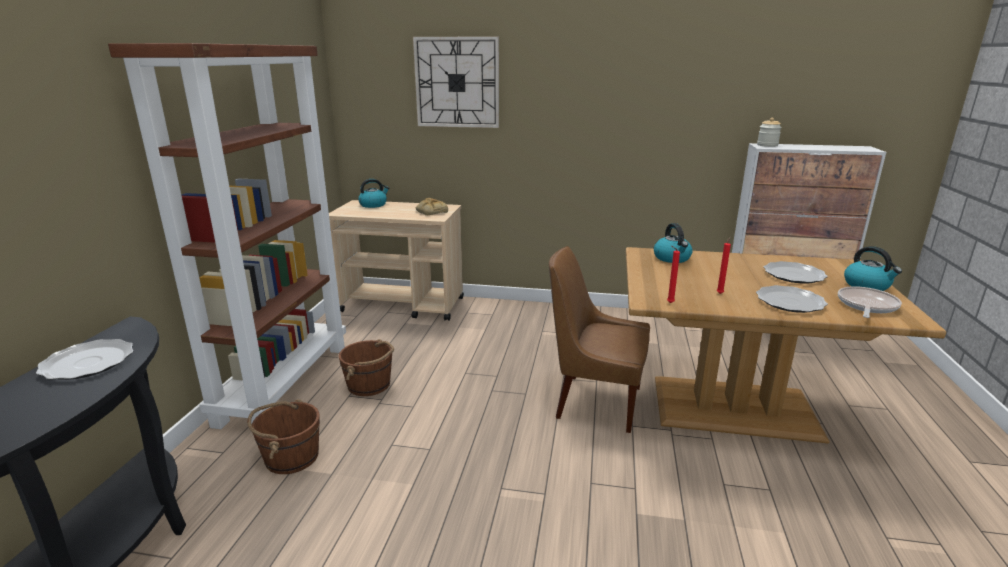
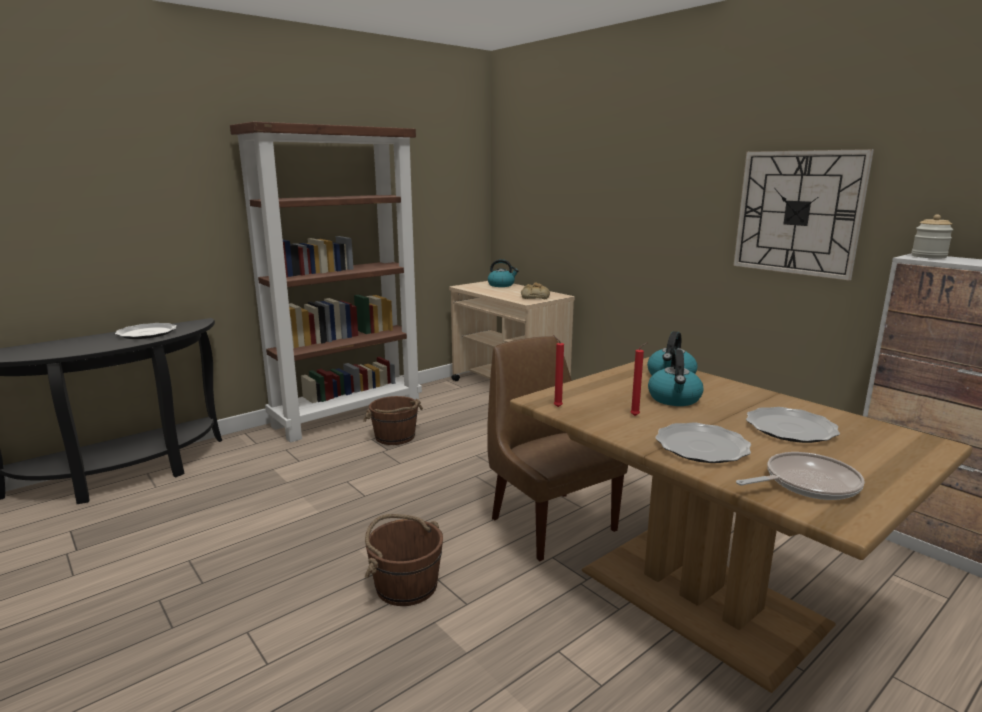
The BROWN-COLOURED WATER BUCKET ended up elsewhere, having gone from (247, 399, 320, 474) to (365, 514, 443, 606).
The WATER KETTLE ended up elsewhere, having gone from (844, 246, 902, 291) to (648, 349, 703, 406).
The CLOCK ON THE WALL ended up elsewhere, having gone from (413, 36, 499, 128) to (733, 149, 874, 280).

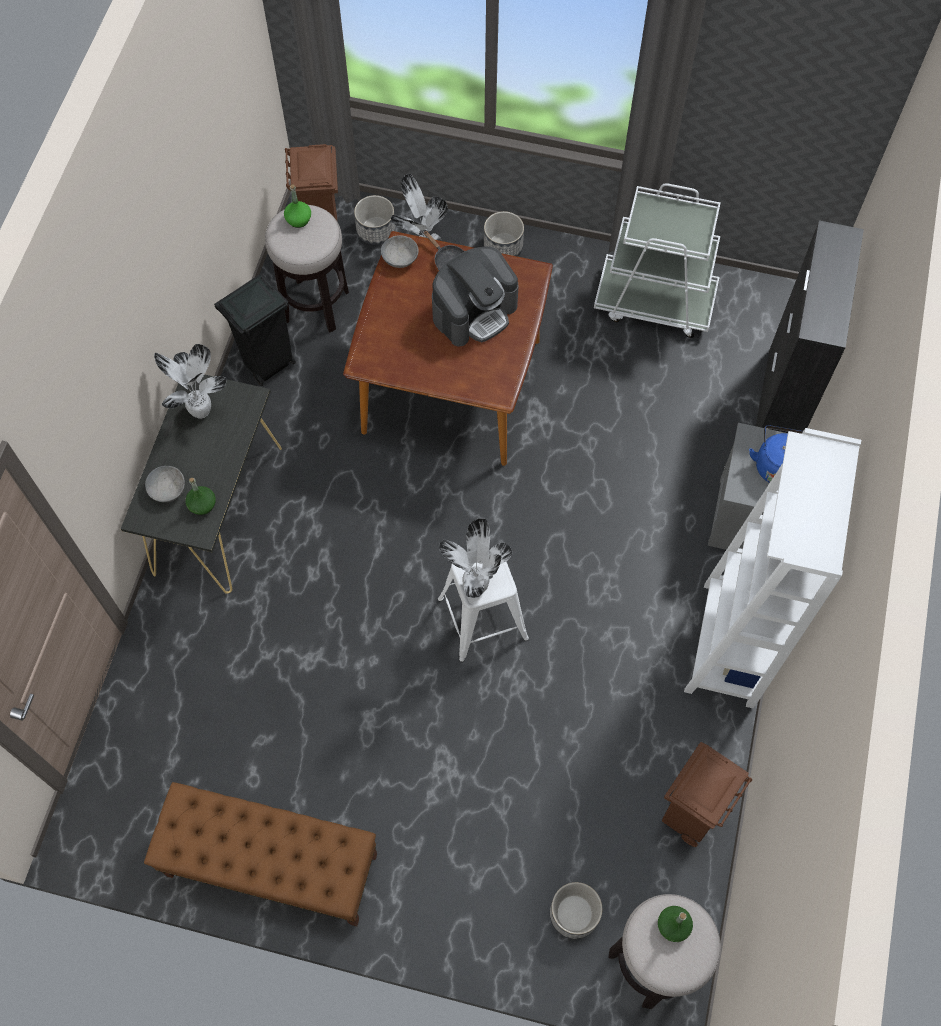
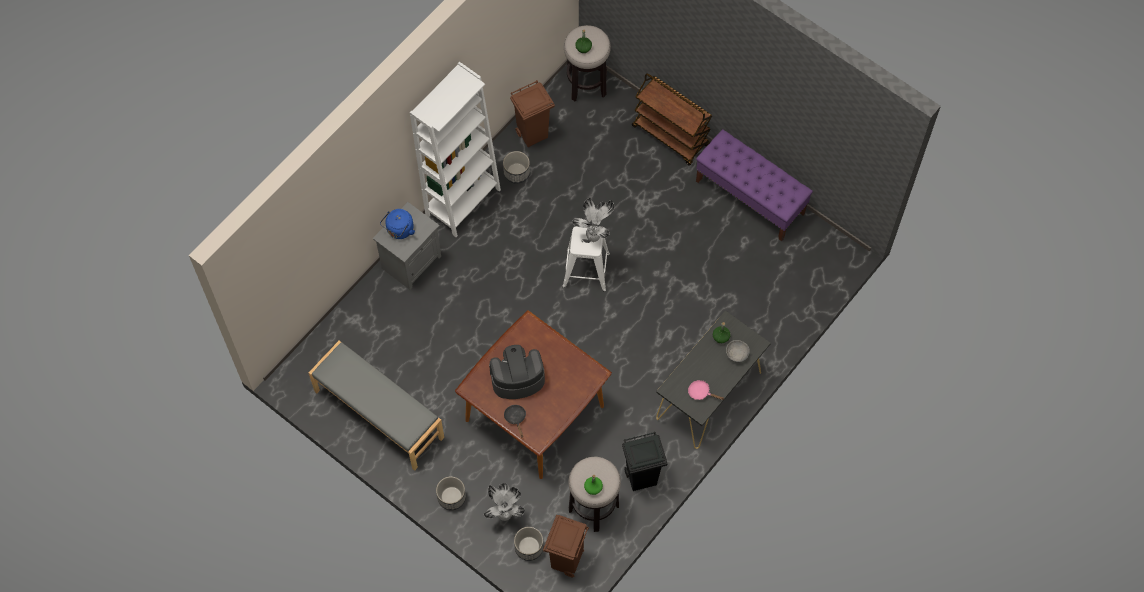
Where the WHITE-COLOURED WHEELED CART stood at (594, 183, 721, 338), the GREYISH BENCH came to stand at (309, 341, 444, 471).
The PLANTER ended up elsewhere, having gone from (550, 882, 602, 939) to (503, 151, 530, 184).
The second view gained the BROWN-COLOURED WHEELED CART at (632, 73, 712, 165).
Where the POTTED PLANT stood at (154, 344, 226, 418), the PINK FRYING PAN came to stand at (688, 380, 724, 400).
What was the BROWN-COLOURED BENCH at (144, 782, 377, 926) turned into the PURPLISH BENCH at (696, 129, 813, 241).
The second view lost the GREYISH SERVING BOWL at (381, 235, 419, 268).
The second view lost the BLACKISH CUPBOARD at (756, 220, 864, 433).

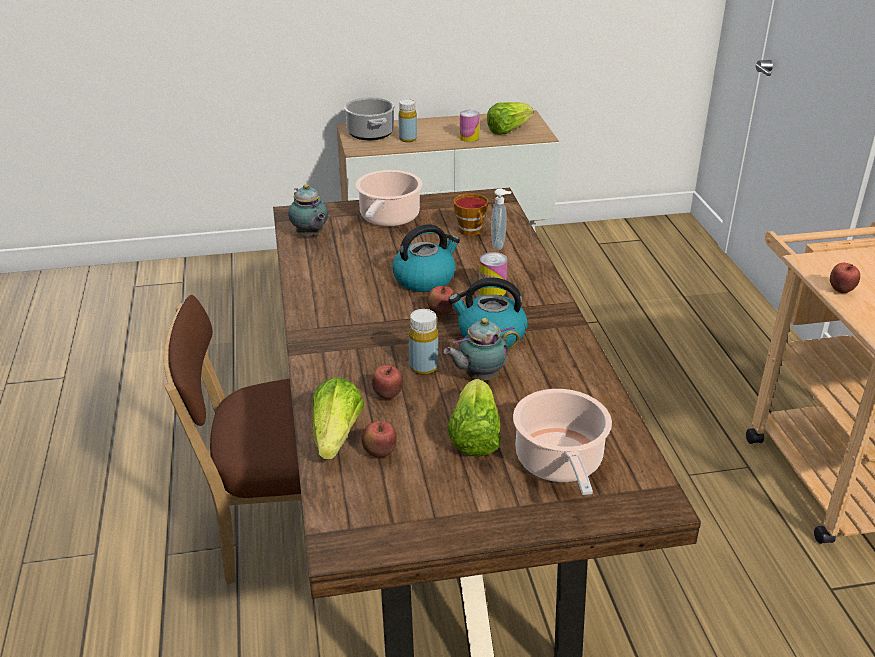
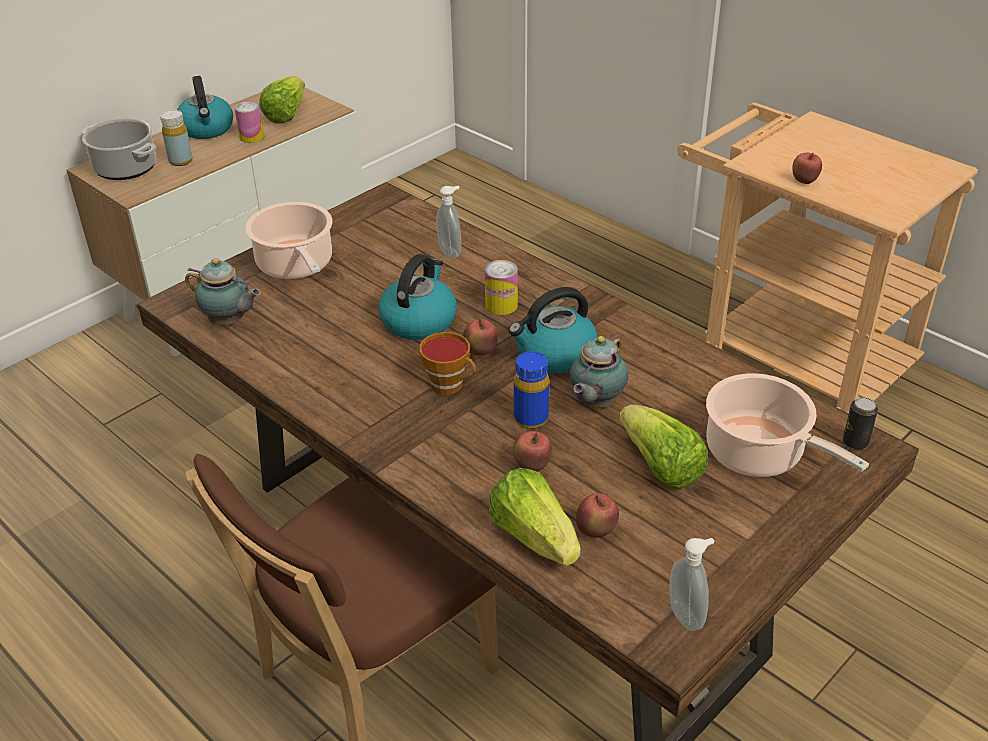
The second view gained the WATER KETTLE at (177, 76, 233, 139).
The SMALL CUP ended up elsewhere, having gone from (453, 193, 489, 236) to (419, 332, 476, 395).
What was the YELLOW BOTTLE at (409, 309, 438, 375) turned into the BLUE-COLOURED BOTTLE at (514, 351, 549, 429).
The second view gained the LIQUID SOAP BOTTLE at (669, 538, 715, 631).
The second view gained the CAN at (843, 397, 878, 450).

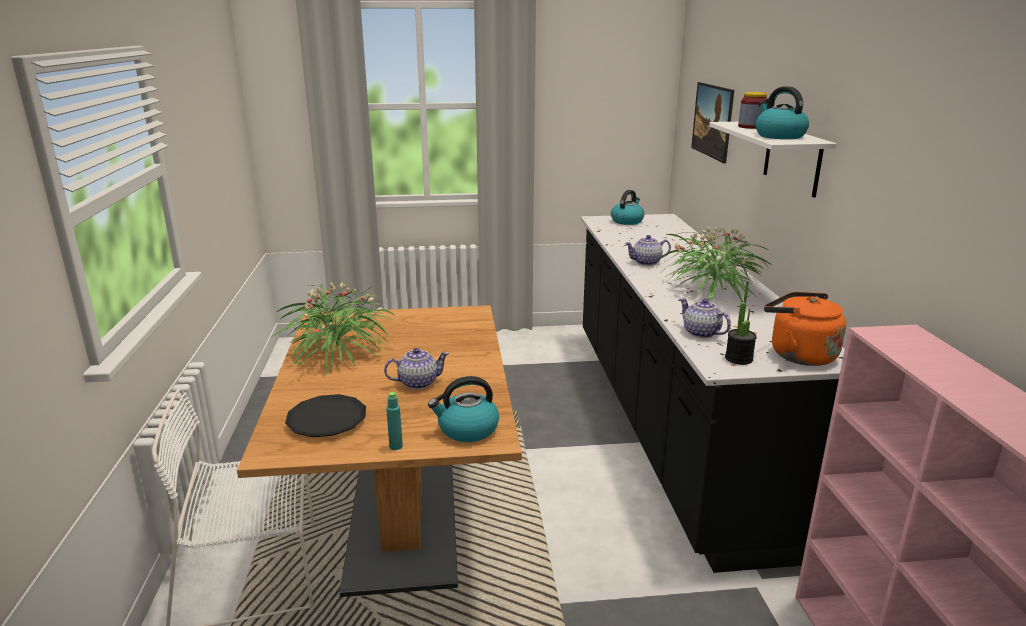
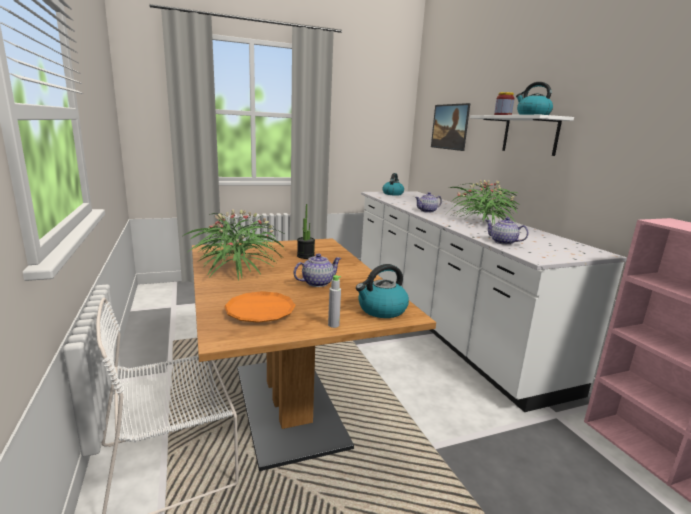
What was the BLACKISH FLAT DISH at (285, 394, 366, 437) turned into the ORANGE FLAT DISH at (224, 291, 296, 323).
The POTTED PLANT ended up elsewhere, having gone from (725, 281, 757, 365) to (297, 204, 315, 259).
What was the TURQUOISE BOTTLE at (386, 392, 403, 450) turned into the GREYISH BOTTLE at (328, 275, 341, 328).
What was the BLACKISH KITCHEN COUNTER at (581, 214, 845, 573) turned into the WHITE-COLOURED KITCHEN COUNTER at (361, 191, 627, 412).
The second view lost the ORANGE WATER KETTLE at (764, 292, 846, 366).

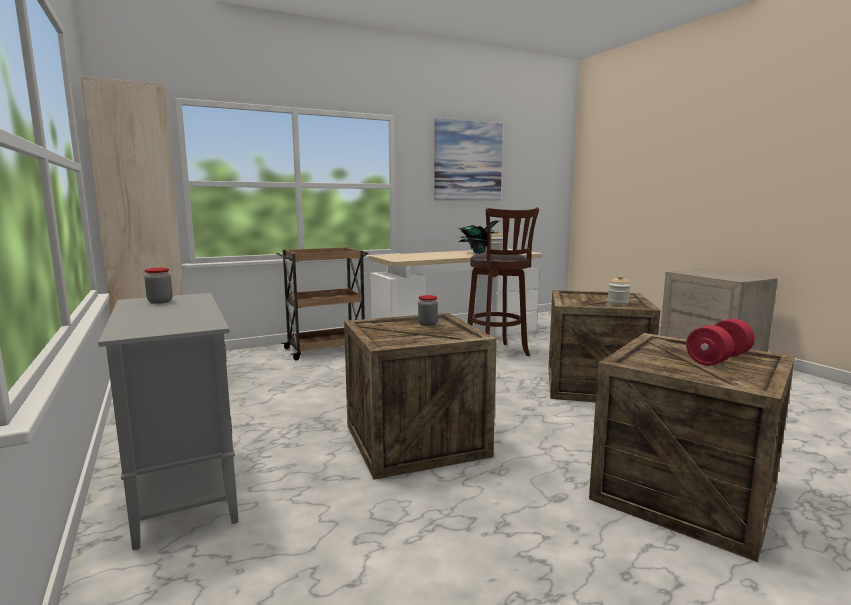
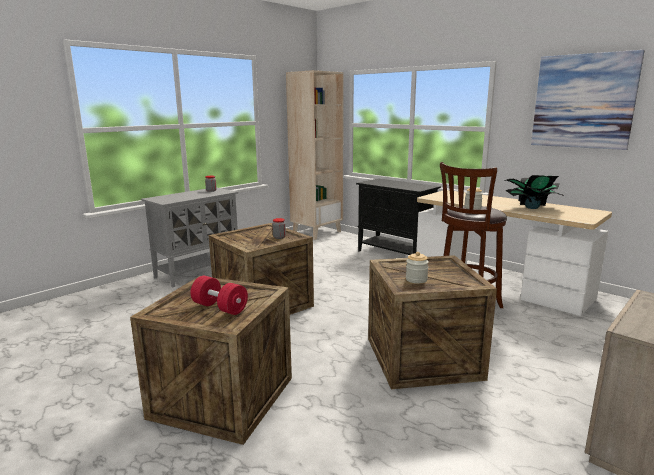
Where the BROWN-COLOURED WHEELED CART stood at (276, 247, 369, 360), the BLACKISH CUPBOARD came to stand at (356, 179, 441, 255).

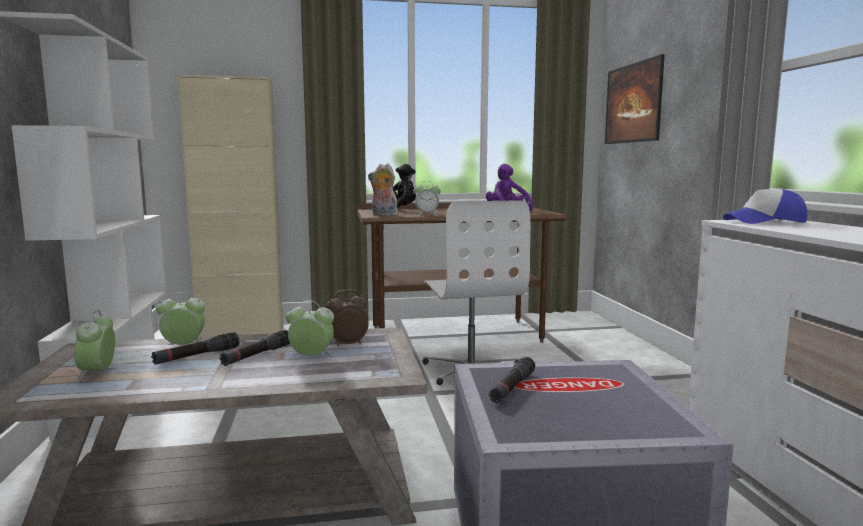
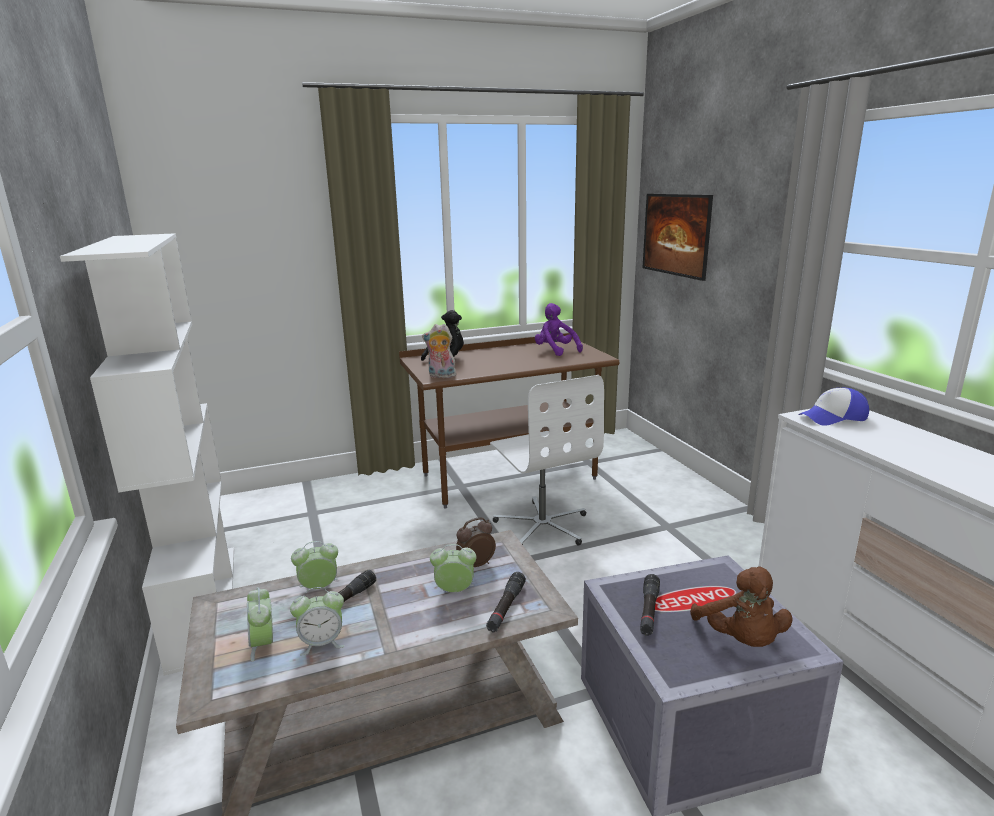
The BEDSIDE CLOCK ended up elsewhere, having gone from (413, 181, 441, 216) to (290, 587, 345, 655).
The BLACKISH FLASHLIGHT ended up elsewhere, having gone from (219, 330, 290, 366) to (486, 572, 526, 632).
The second view gained the BROWN-COLOURED CUDDLY TOY at (690, 566, 792, 647).
The second view lost the SAND-COLOURED CUPBOARD at (178, 75, 283, 337).

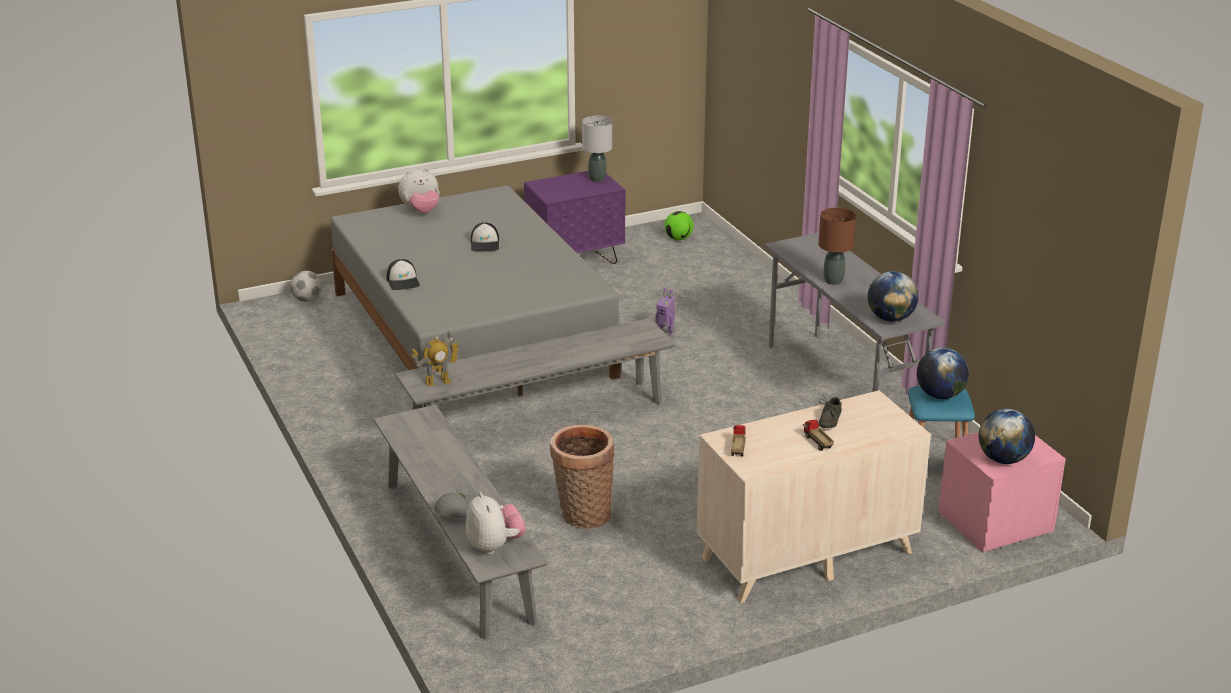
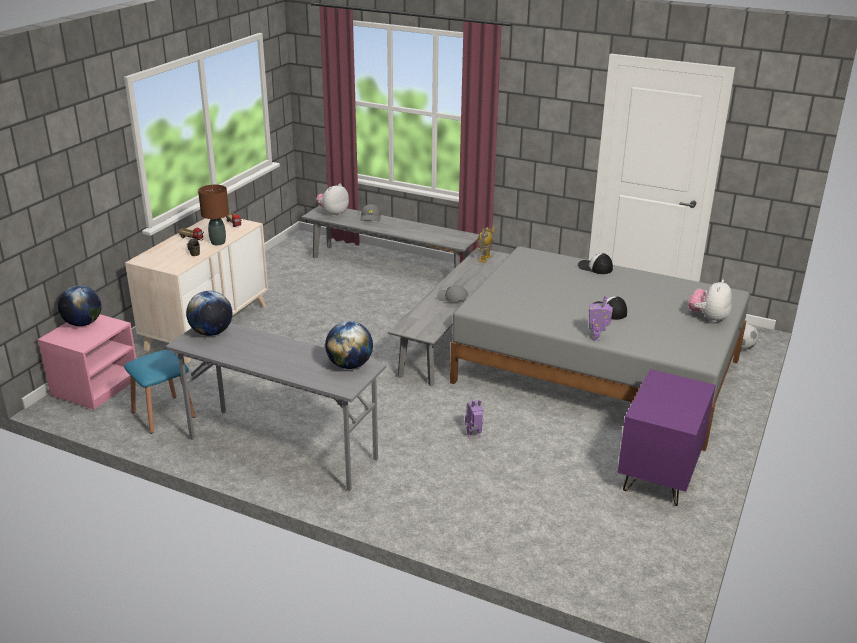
The BROWN-COLOURED LAMP FOR A TABLE ended up elsewhere, having gone from (818, 208, 856, 285) to (198, 185, 229, 245).
The CUDDLY TOY at (466, 492, 526, 555) ended up facing another way, 105 degrees clockwise from before.
The DESK GLOBE ended up elsewhere, having gone from (917, 348, 969, 399) to (325, 321, 373, 369).
The second view gained the GREYISH CAP at (437, 285, 468, 302).
The second view gained the MODEL ROBOT at (589, 296, 613, 341).
The second view lost the STORAGE BASKET at (550, 425, 614, 529).
The second view lost the GREYISH LAMP FOR A TABLE at (582, 116, 612, 182).
The second view lost the BALL FOR FOOTBALL at (664, 211, 694, 240).

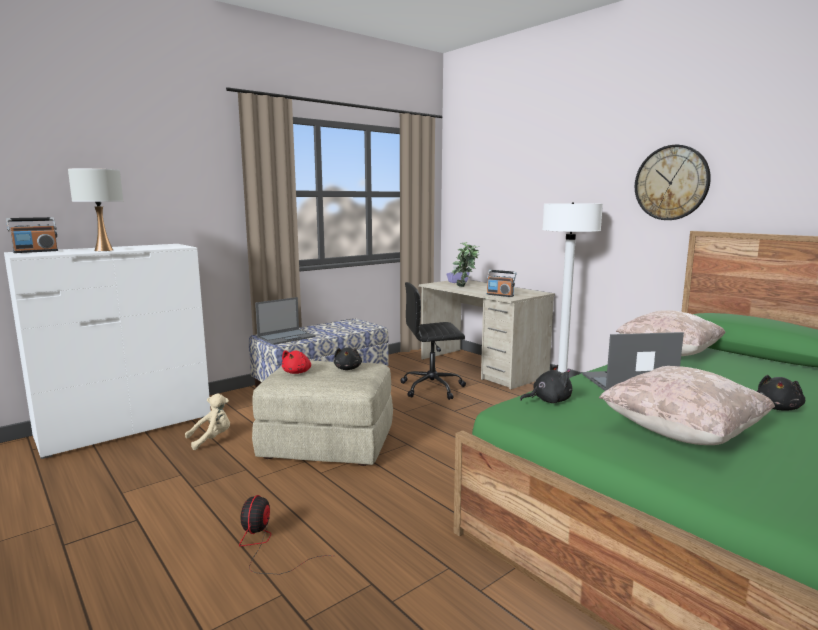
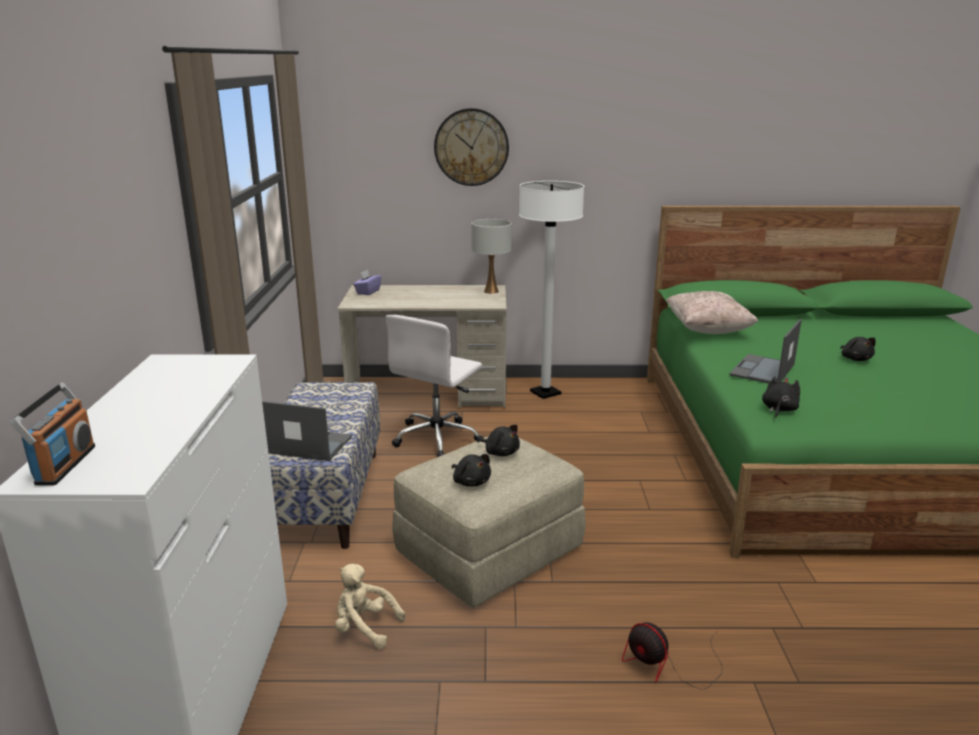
The PORTABLE COMPUTER at (255, 297, 316, 345) ended up facing another way, 75 degrees counterclockwise from before.
The SAND-COLOURED CUDDLY TOY at (185, 393, 230, 450) ended up facing another way, 75 degrees counterclockwise from before.
What was the BLACKISH OFFICE CHAIR at (400, 282, 466, 400) turned into the WHITE-COLOURED OFFICE CHAIR at (386, 315, 483, 457).
The CLOCK ON THE WALL ended up elsewhere, having gone from (635, 145, 711, 220) to (434, 108, 509, 186).
What was the REDDISH CUDDLY TOY at (282, 350, 311, 374) turned into the BLACKISH CUDDLY TOY at (452, 454, 491, 487).
The WHITE-COLOURED LAMP FOR A TABLE ended up elsewhere, having gone from (68, 168, 123, 251) to (471, 219, 512, 294).
The second view lost the POTTED PLANT at (451, 242, 480, 287).
The second view lost the RADIO RECEIVER at (487, 270, 516, 297).
The second view lost the SAND-COLOURED PILLOW at (599, 366, 775, 445).

